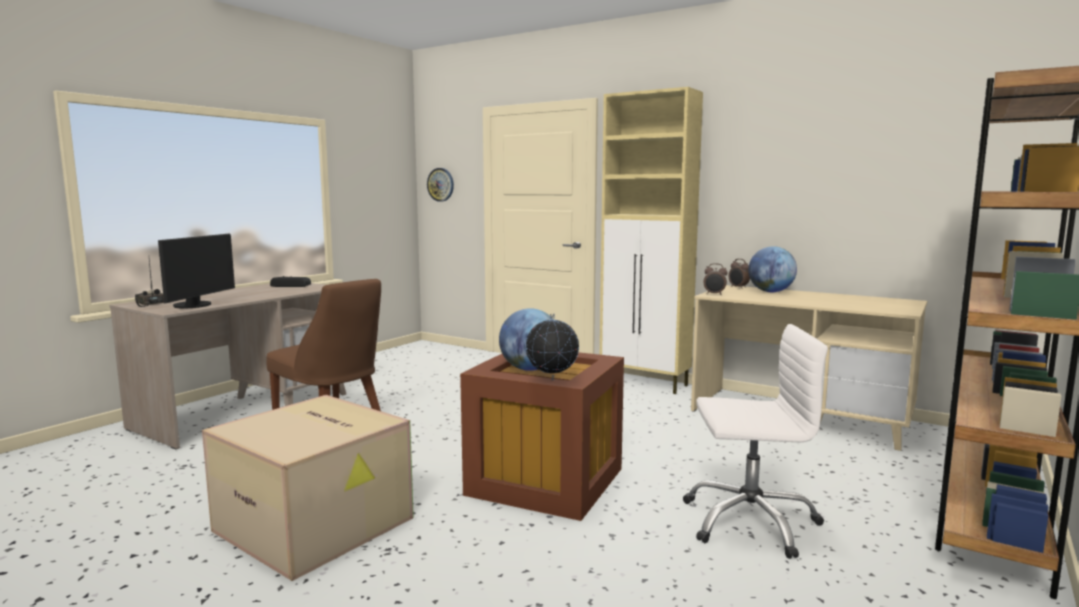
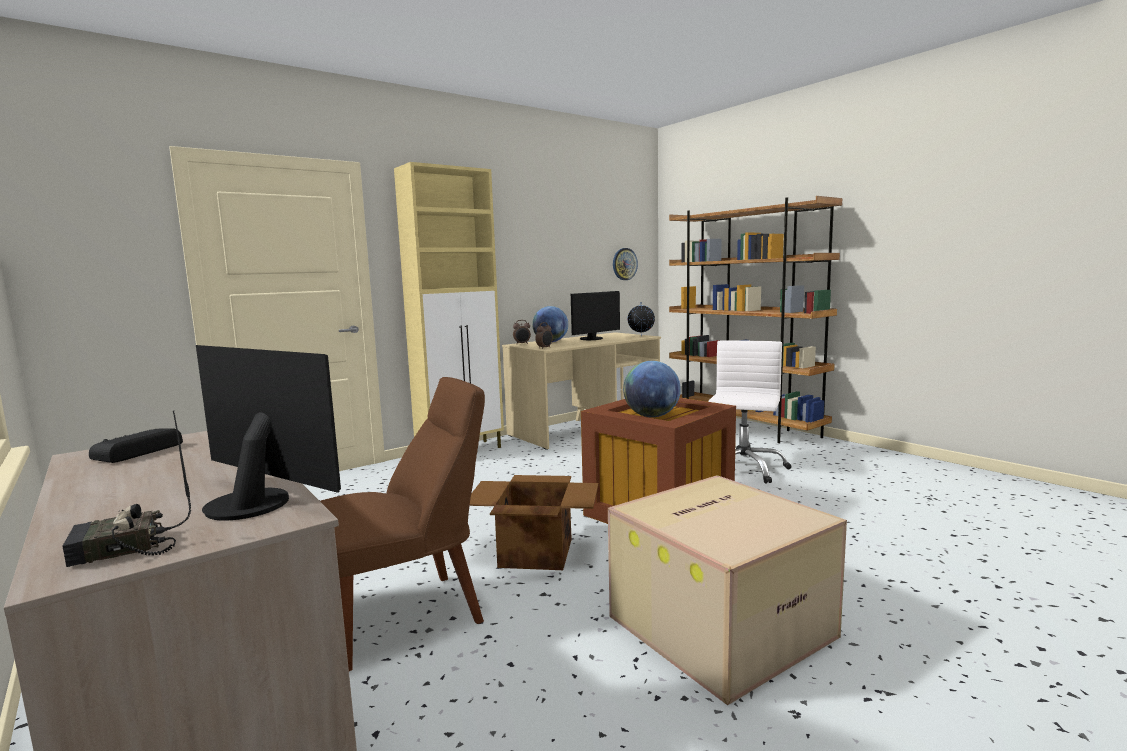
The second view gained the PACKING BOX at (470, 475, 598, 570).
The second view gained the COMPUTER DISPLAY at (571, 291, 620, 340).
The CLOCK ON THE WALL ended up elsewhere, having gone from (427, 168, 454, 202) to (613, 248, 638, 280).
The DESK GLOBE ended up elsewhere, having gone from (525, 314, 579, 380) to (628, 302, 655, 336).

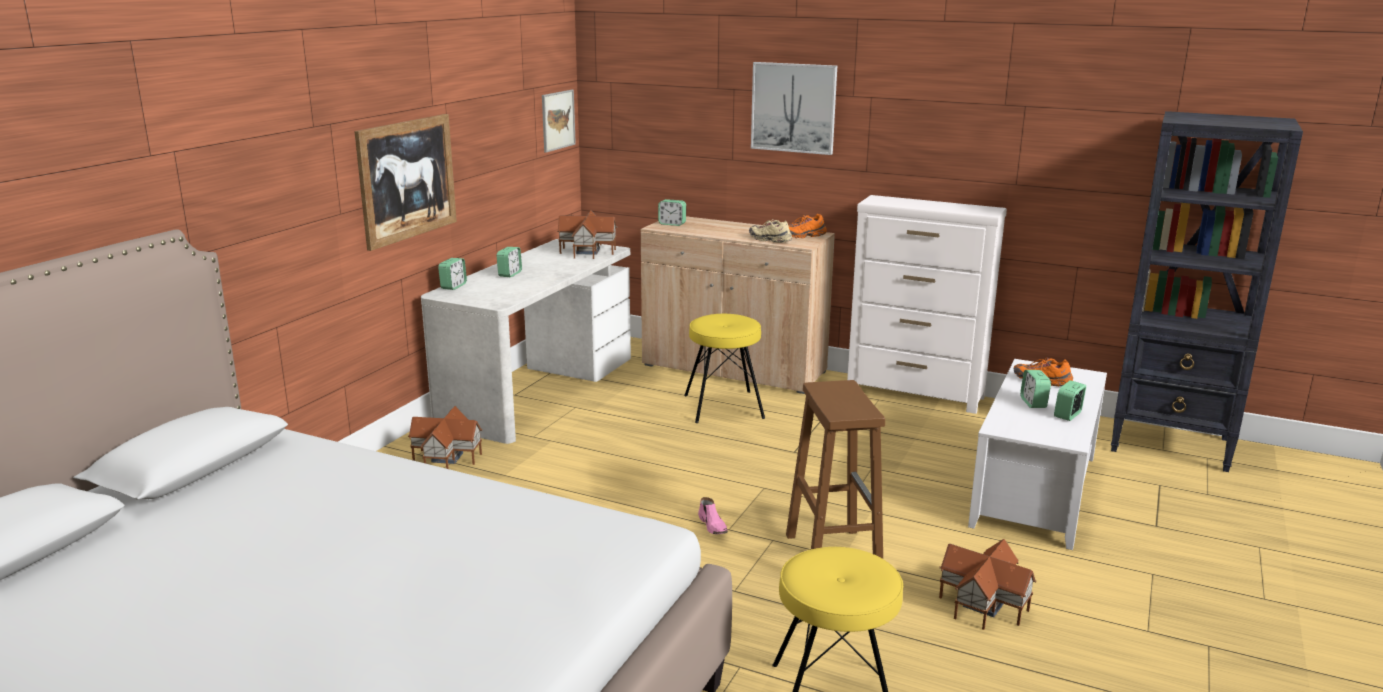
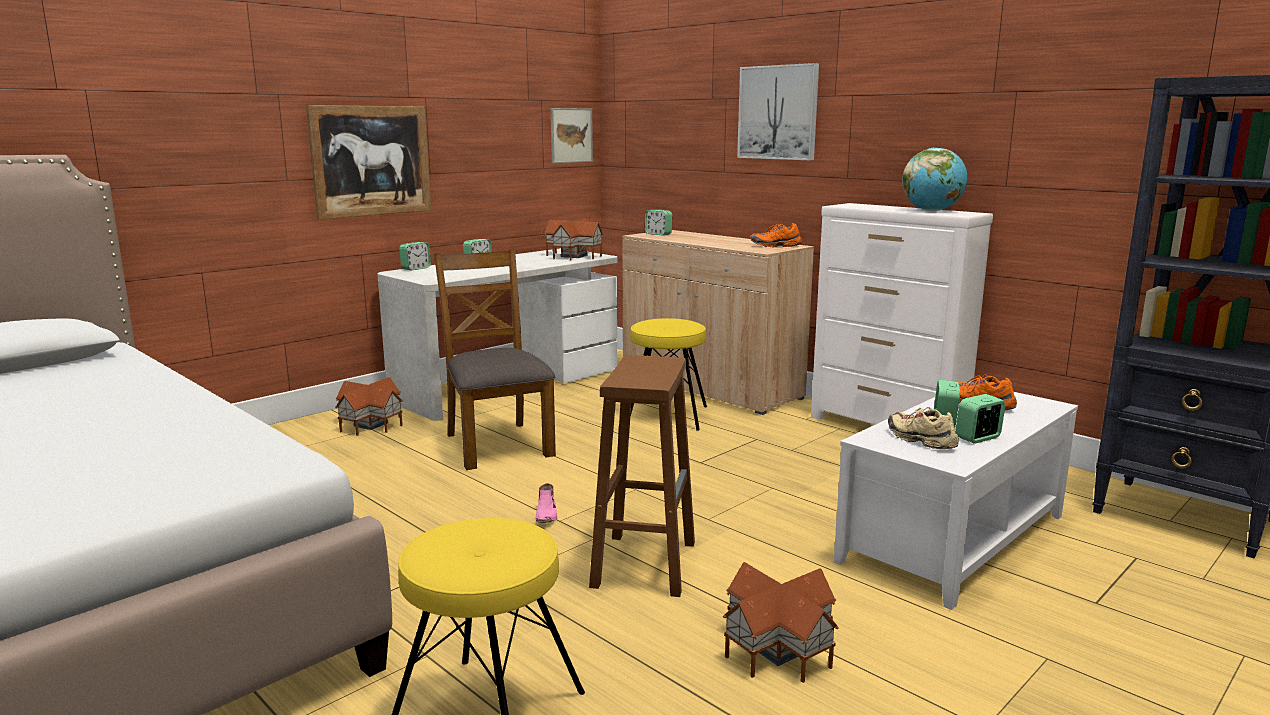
The second view gained the BROWN-COLOURED PLAIN CHAIR at (434, 249, 556, 470).
The SAND-COLOURED SHOE ended up elsewhere, having gone from (749, 219, 792, 243) to (888, 407, 959, 449).
The second view gained the DESK GLOBE at (903, 148, 967, 211).

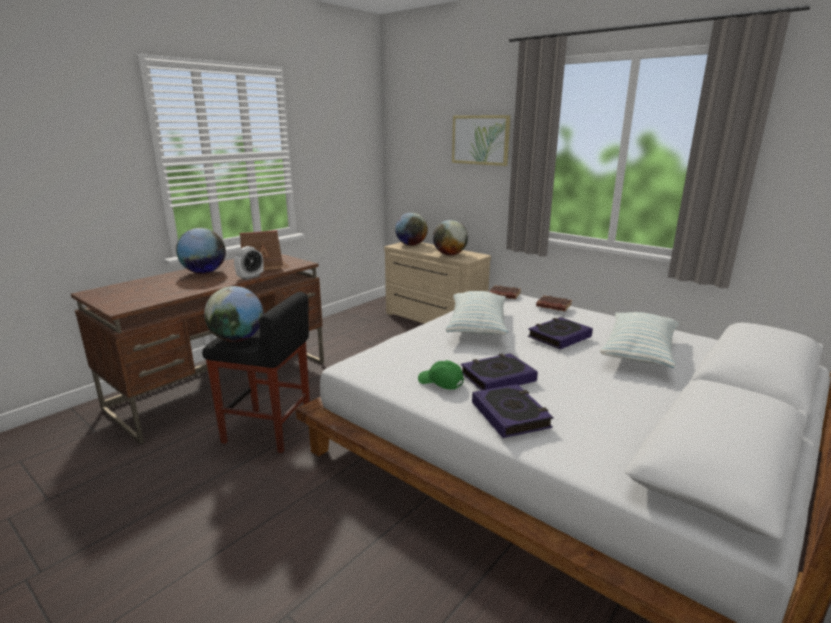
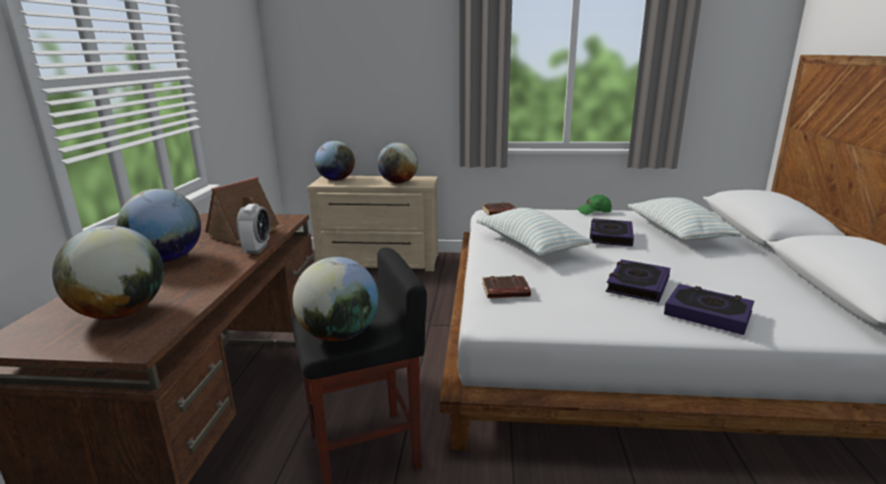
The second view gained the DESK GLOBE at (52, 225, 164, 319).
The BROWN-COLOURED BOUND BOOK ended up elsewhere, having gone from (536, 295, 572, 311) to (482, 275, 531, 298).
The GREENISH CAP ended up elsewhere, having gone from (418, 360, 464, 390) to (577, 195, 612, 215).
The second view lost the PICTURE at (452, 115, 510, 166).

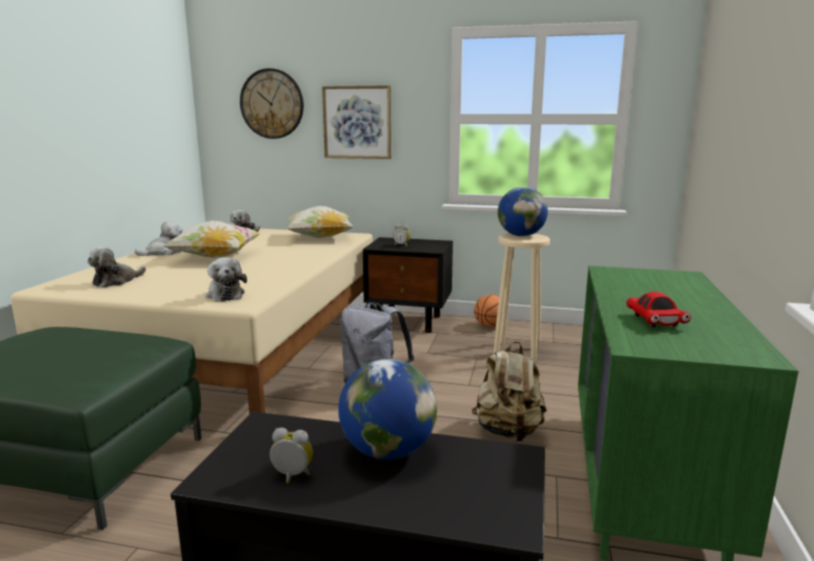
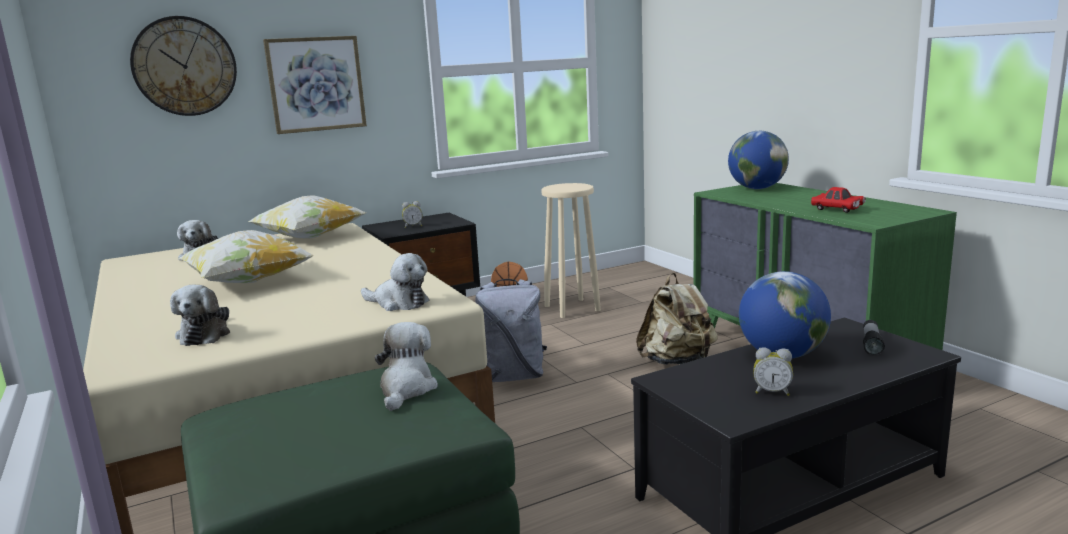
The CUDDLY TOY ended up elsewhere, having gone from (135, 221, 183, 256) to (375, 322, 438, 411).
The DESK GLOBE ended up elsewhere, having gone from (498, 187, 548, 236) to (728, 131, 789, 189).
The BEDSIDE CLOCK at (270, 428, 313, 483) ended up facing another way, 135 degrees counterclockwise from before.
The second view gained the FLASHLIGHT at (863, 320, 885, 355).

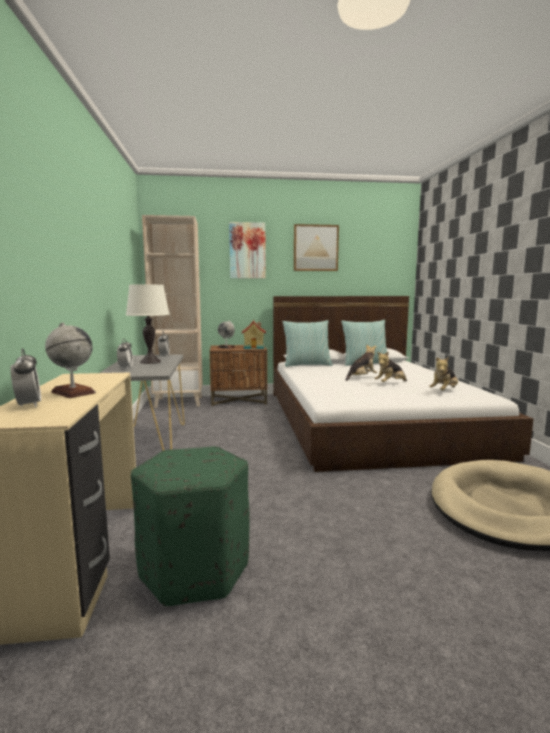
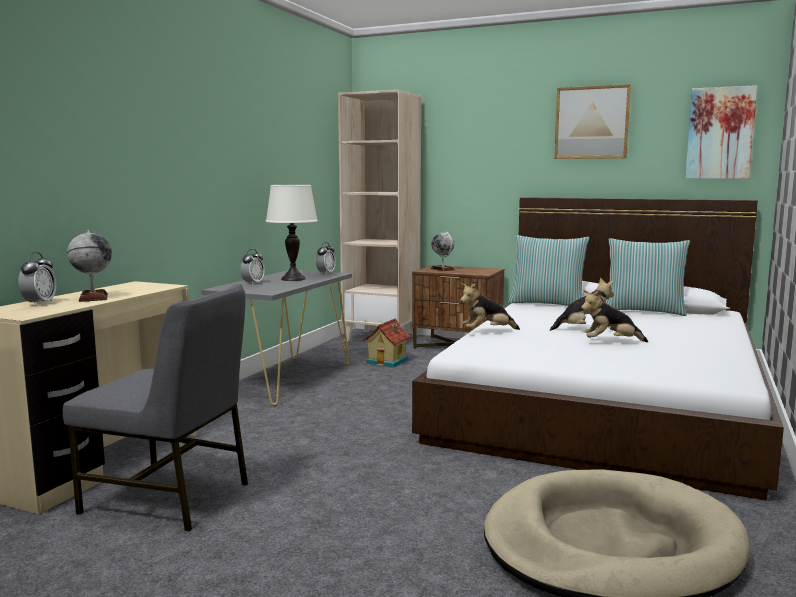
Where the GREENISH POUFFE stood at (131, 446, 250, 607), the GREYISH PLAIN CHAIR came to stand at (63, 284, 248, 532).
The MINIATURE HOUSE ended up elsewhere, having gone from (242, 320, 266, 349) to (363, 318, 411, 367).
The CUDDLY TOY ended up elsewhere, having gone from (429, 357, 458, 390) to (460, 283, 520, 330).
The PICTURE ended up elsewhere, having gone from (229, 222, 266, 278) to (685, 85, 758, 179).

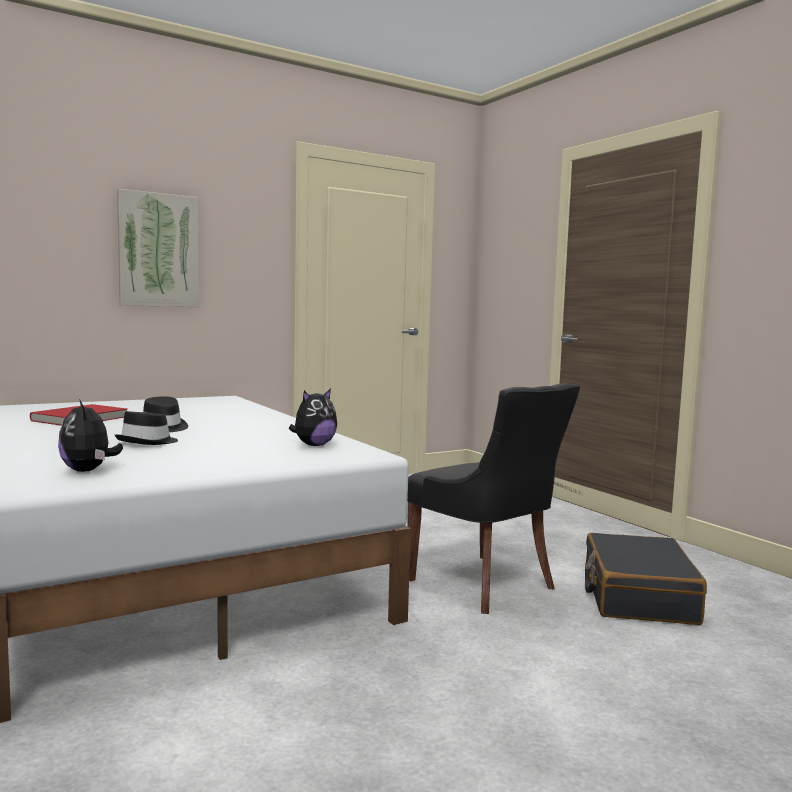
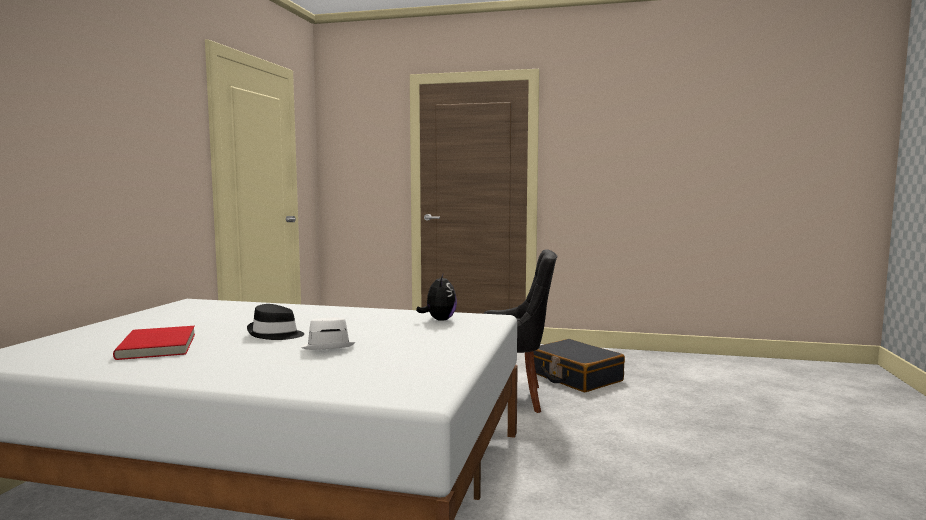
What was the BLACKISH HAT at (115, 411, 178, 445) turned into the WHITE-COLOURED HAT at (301, 317, 355, 350).
The second view lost the CUDDLY TOY at (58, 399, 123, 472).
The second view lost the PICTURE at (117, 189, 199, 307).

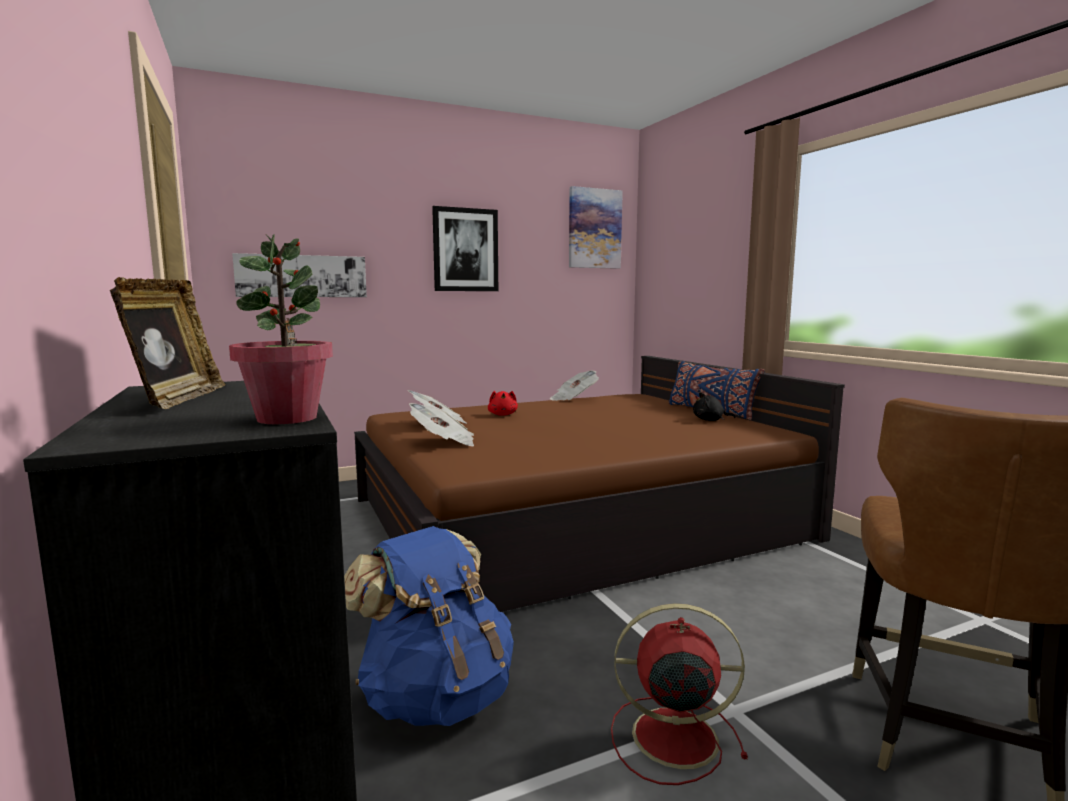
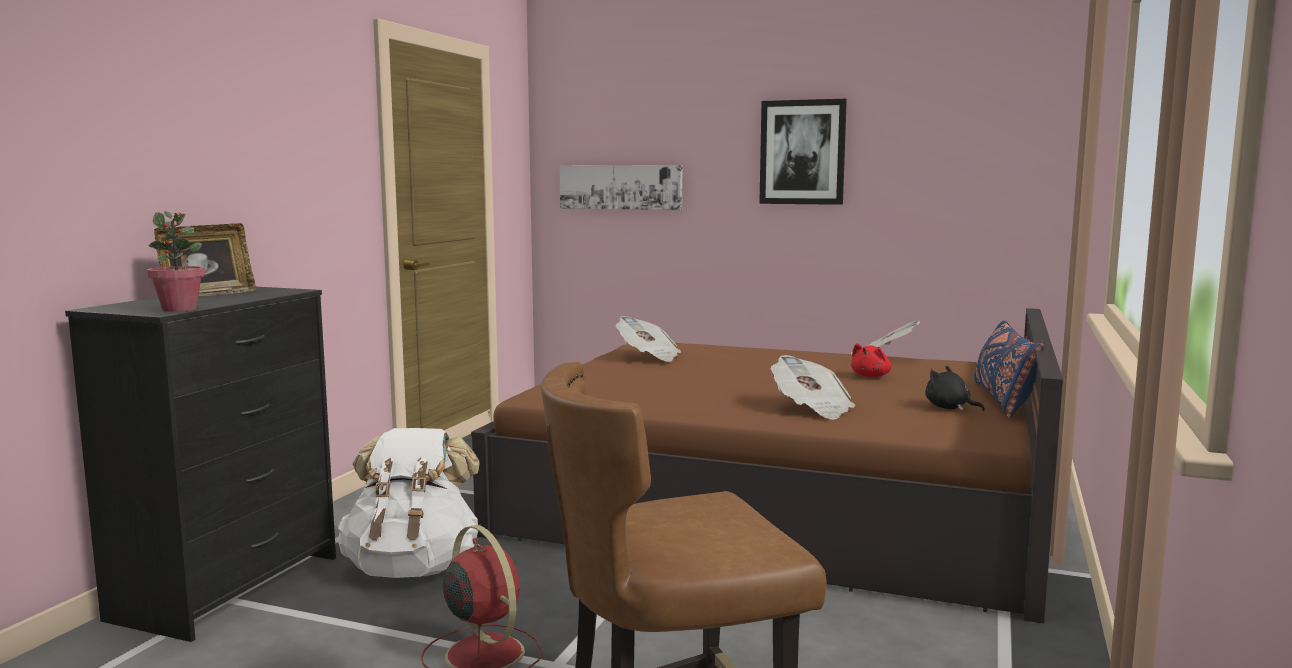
What was the BLUE-COLOURED RUCKSACK at (344, 526, 514, 726) turned into the WHITE-COLOURED RUCKSACK at (338, 428, 481, 578).
The NEWSPAPER ended up elsewhere, having gone from (409, 403, 474, 447) to (771, 355, 855, 420).
The REDDISH CUDDLY TOY ended up elsewhere, having gone from (488, 391, 518, 416) to (851, 343, 892, 377).
The second view lost the PICTURE at (569, 186, 623, 269).

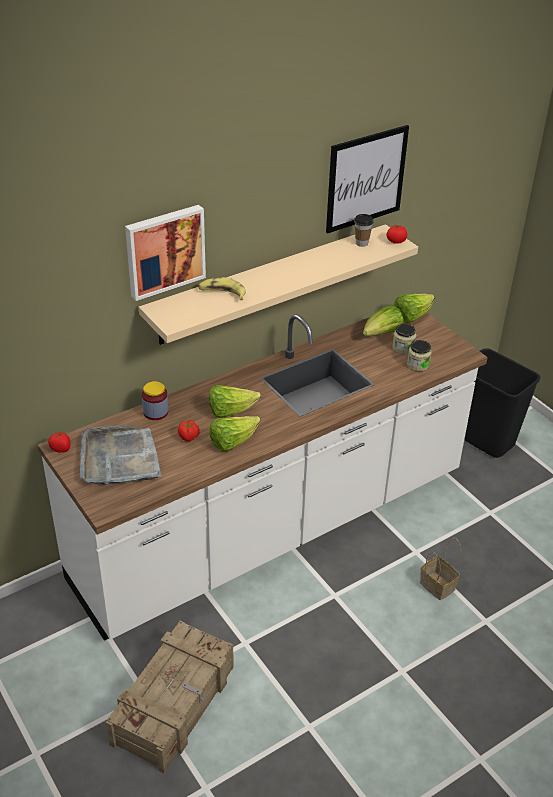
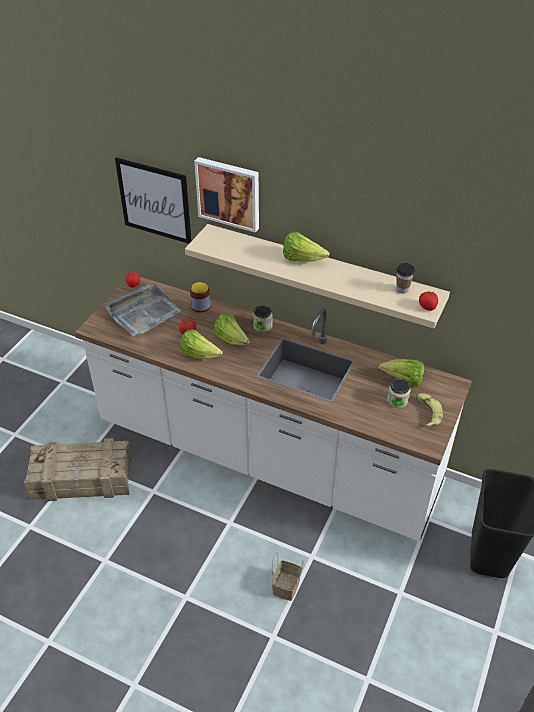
The PICTURE ended up elsewhere, having gone from (326, 125, 409, 234) to (115, 157, 191, 244).
The STORAGE JAR ended up elsewhere, having gone from (407, 340, 432, 371) to (253, 305, 273, 332).
The LETTUCE HEAD ended up elsewhere, having gone from (394, 294, 435, 323) to (283, 232, 329, 262).
The BANANA FRUIT ended up elsewhere, having gone from (198, 277, 246, 300) to (416, 393, 443, 427).

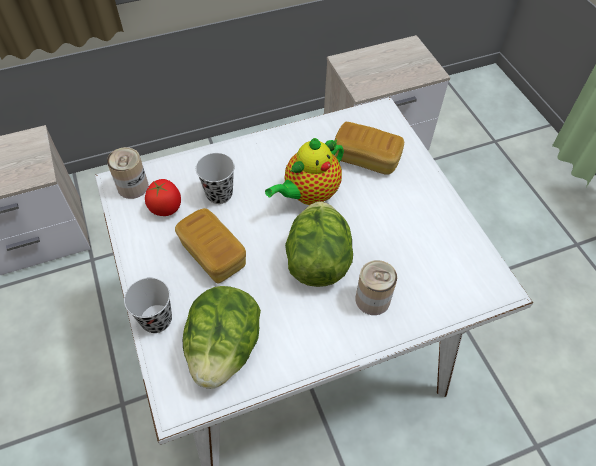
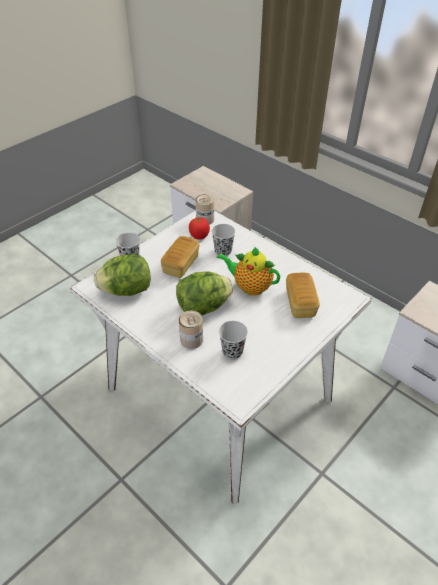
The second view gained the BLACKISH SMALL CUP at (219, 321, 248, 359).

